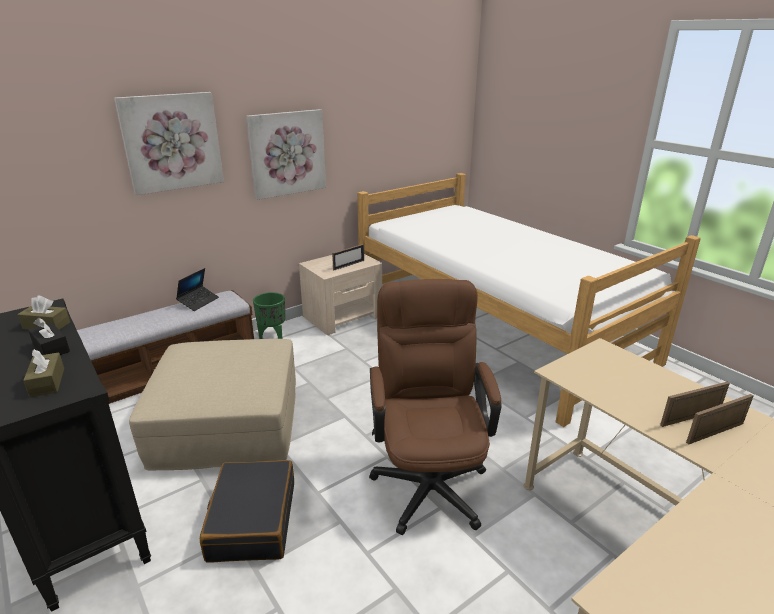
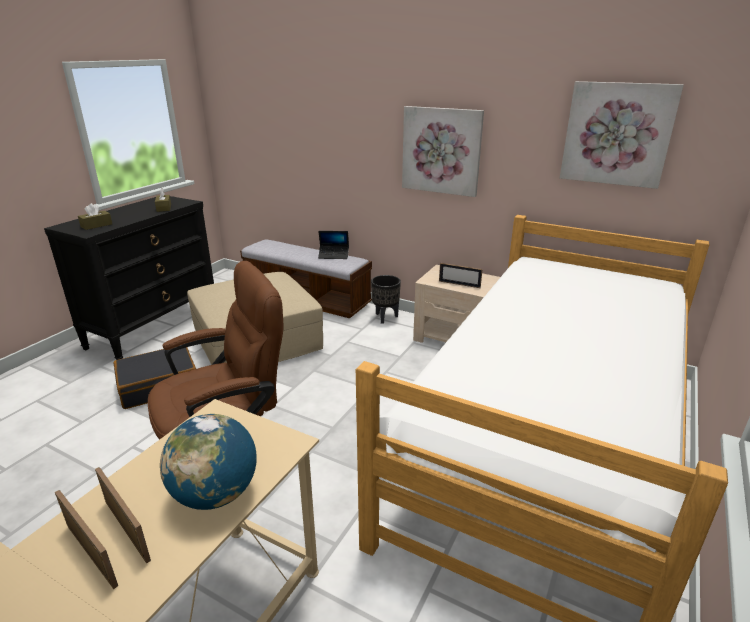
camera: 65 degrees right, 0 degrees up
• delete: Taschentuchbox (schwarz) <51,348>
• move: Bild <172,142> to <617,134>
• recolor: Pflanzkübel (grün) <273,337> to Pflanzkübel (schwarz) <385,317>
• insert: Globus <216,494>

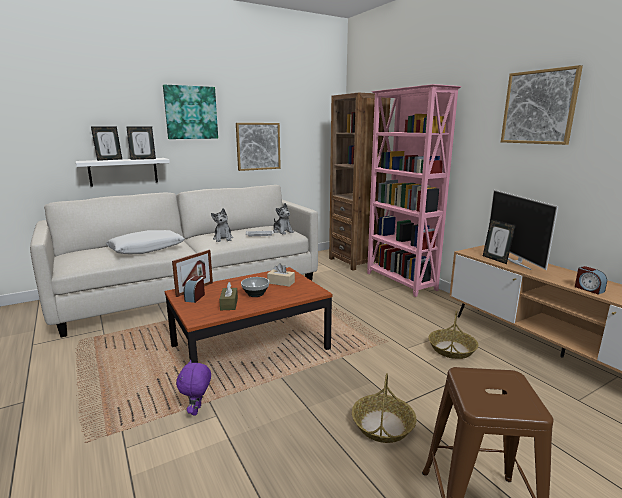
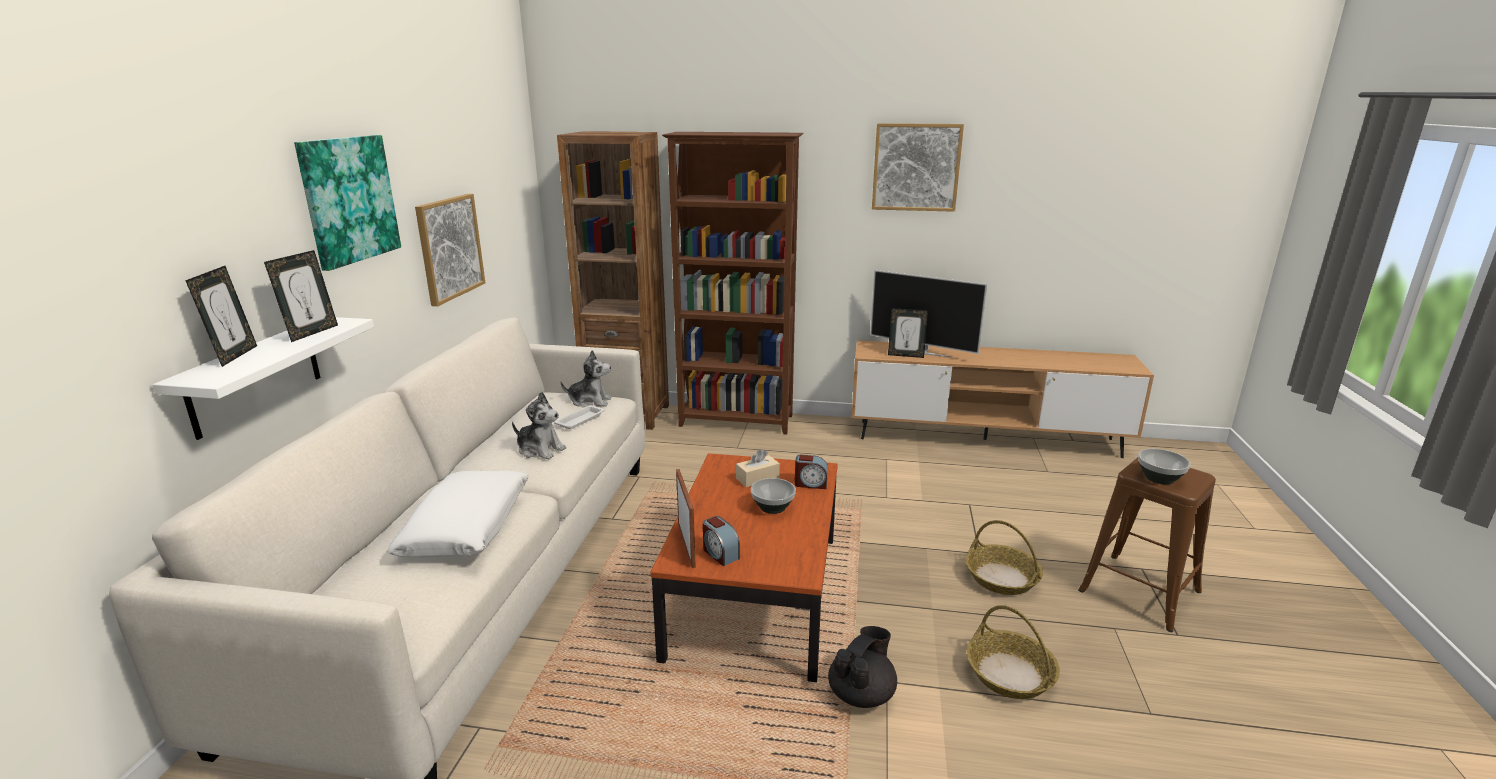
camera: 50 degrees left, 5 degrees up
• replace: Plüschtier (lila) <197,410> to Teekanne (schwarz) <862,694>
• delete: Taschentuchbox (braun) <229,304>
• recolor: Bücherregal (rosa) <400,282> to Bücherregal (braun) <737,421>
• move: Korb <452,349> to <1010,674>
• move: Wecker <588,289> to <810,484>
• insert: Schüssel <1159,478>

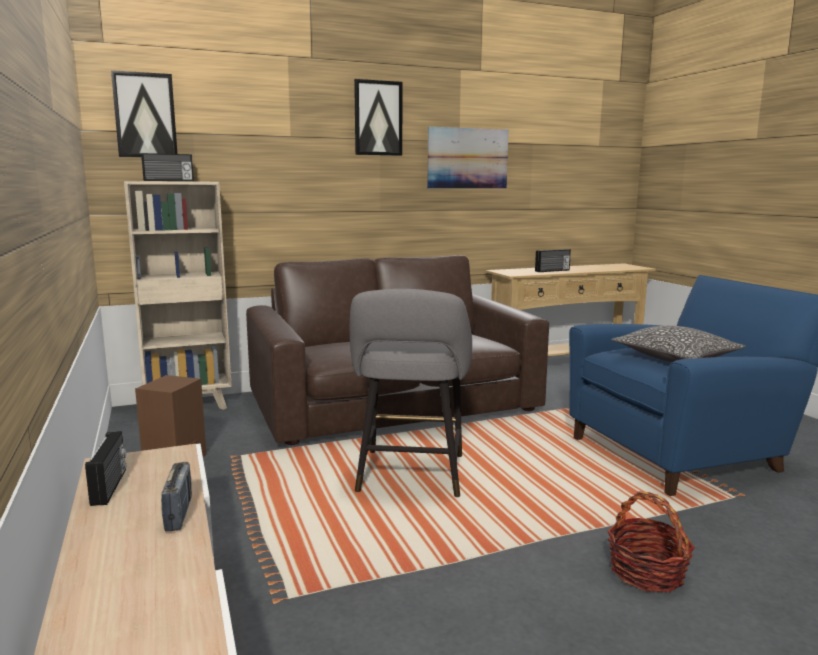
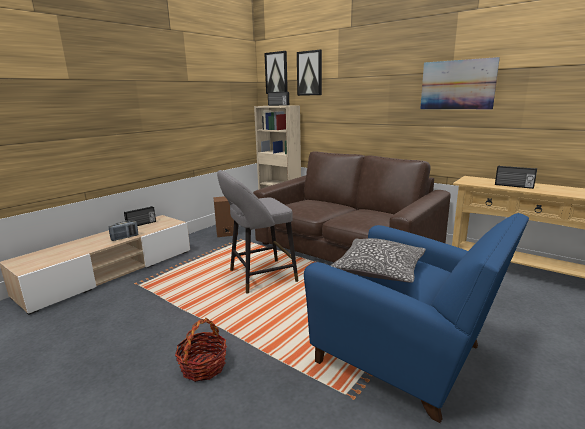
camera: 60 degrees right, 5 degrees up
• move: Bild <378,118> to <309,73>

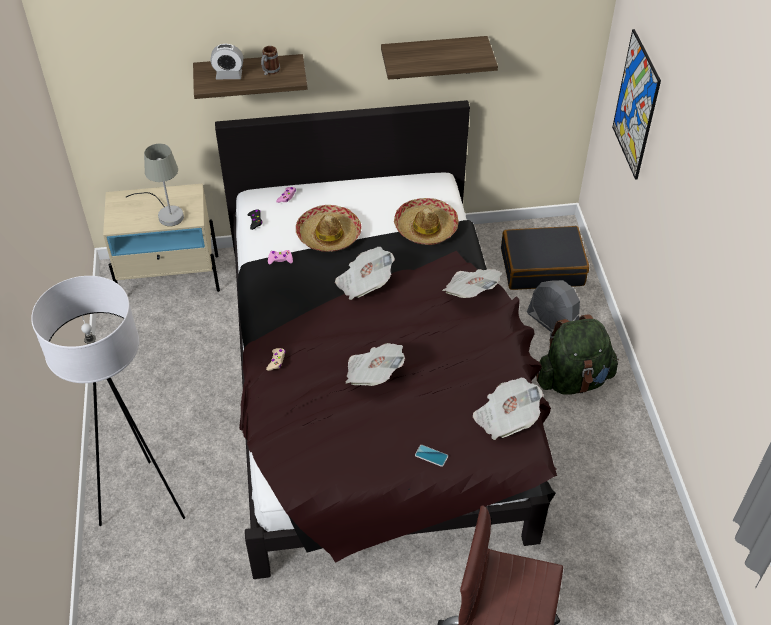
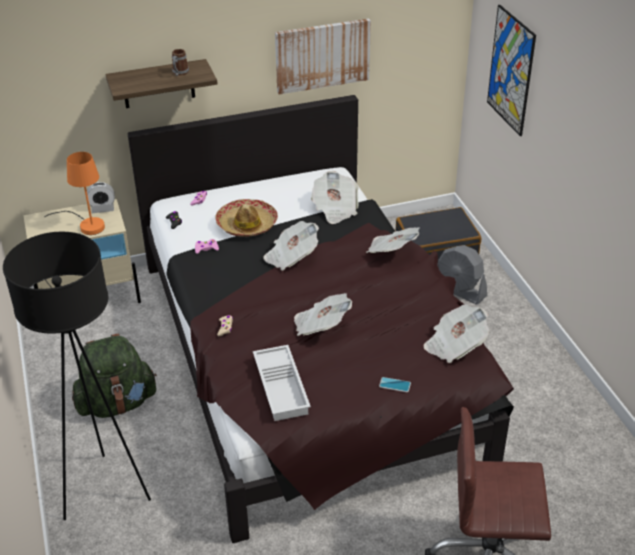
camera: 10 degrees left, 10 degrees down
• recolor: Stehlampe (weiß) <143,501> to Stehlampe (schwarz) <104,491>
• recolor: Tischlampe (grau) <166,213> to Tischlampe (orange) <87,225>
• move: Wecker <229,75> to <102,209>
• replace: Wandregal <433,57> to Bild <322,55>
• replace: Hut <426,228> to Zeitung <335,209>
• move: Rucksack (grün) <573,380> to <117,403>
• insert: Tablett (weiß) <282,387>

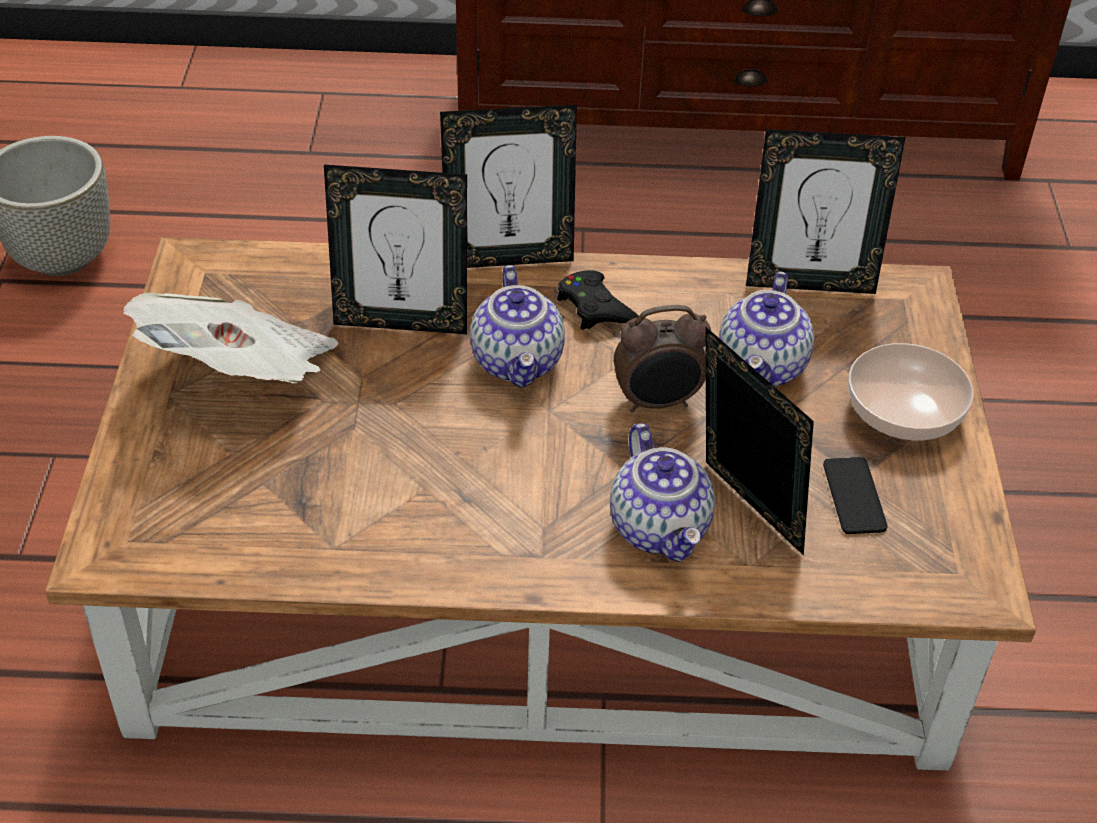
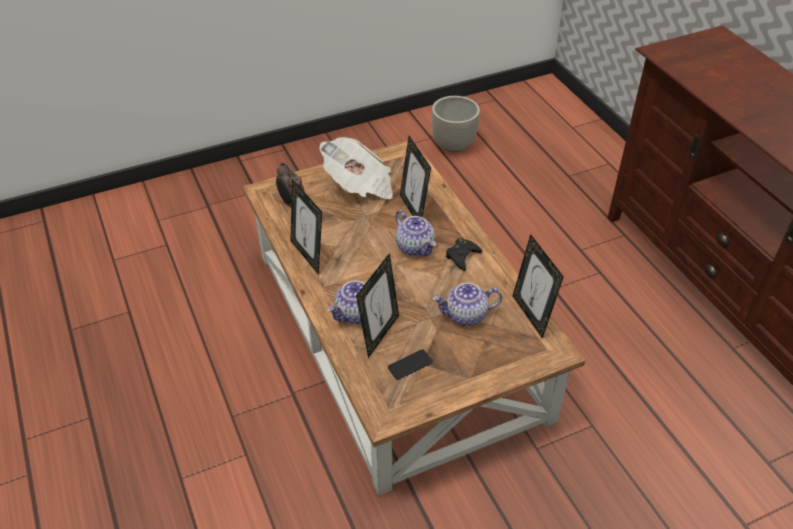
camera: 65 degrees right, 0 degrees up
• move: Bilderrahmen <509,258> to <308,255>
• rotate: Teekanne <519,362> = <415,247> 90 degrees counterclockwise
• move: Wecker <658,402> to <291,204>
• delete: Schüssel <901,412>

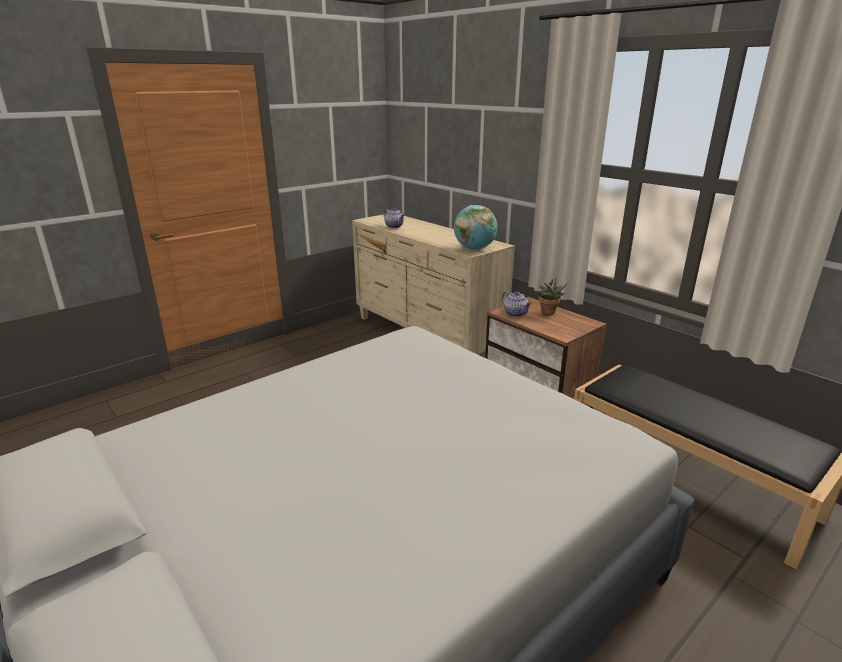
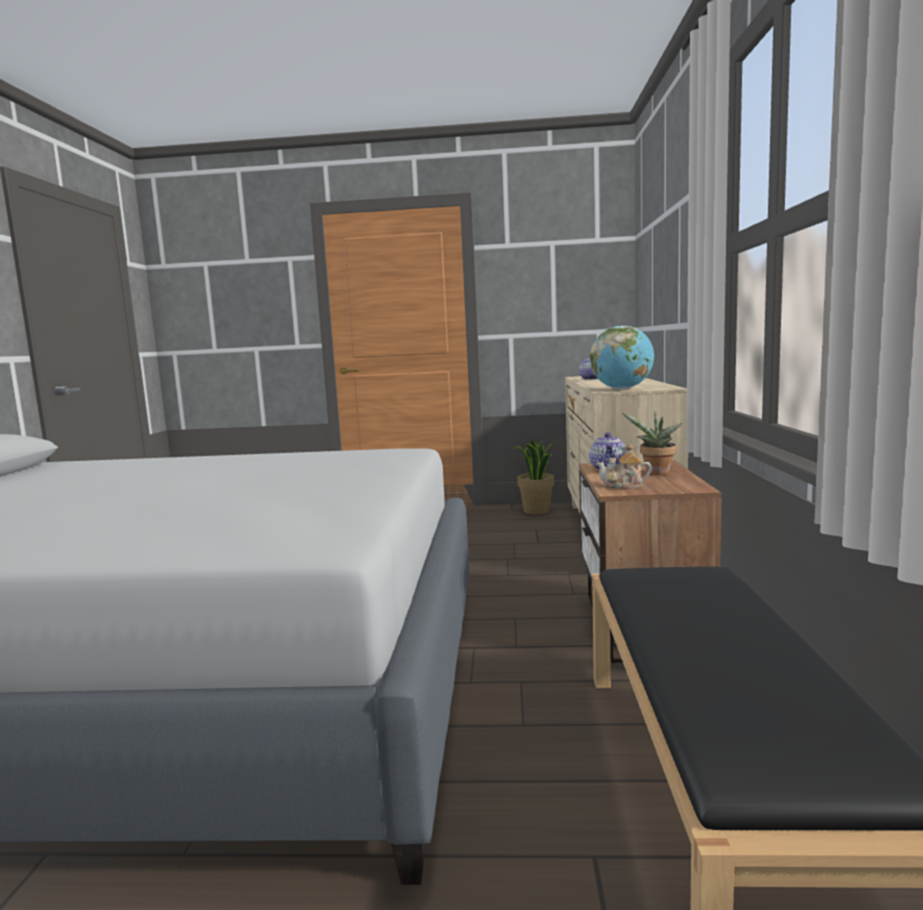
camera: 45 degrees right, 15 degrees down
• insert: Topfpflanze <536,511>
• insert: Teekanne <623,486>

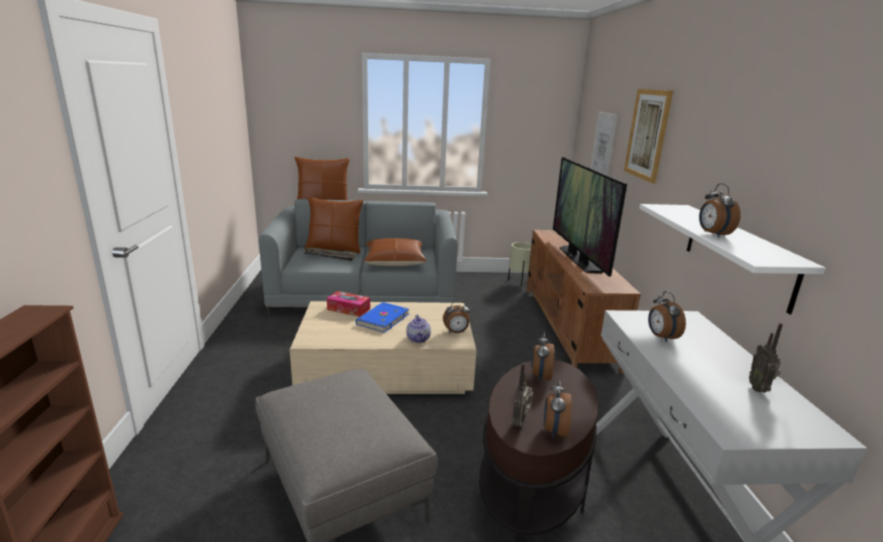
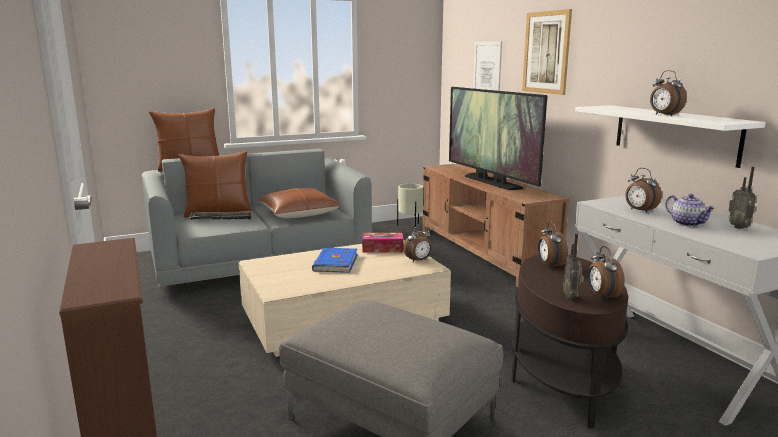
camera: 20 degrees left, 5 degrees down
• move: Taschentuchbox <348,309> to <382,249>
• move: Teekanne <418,339> to <687,223>

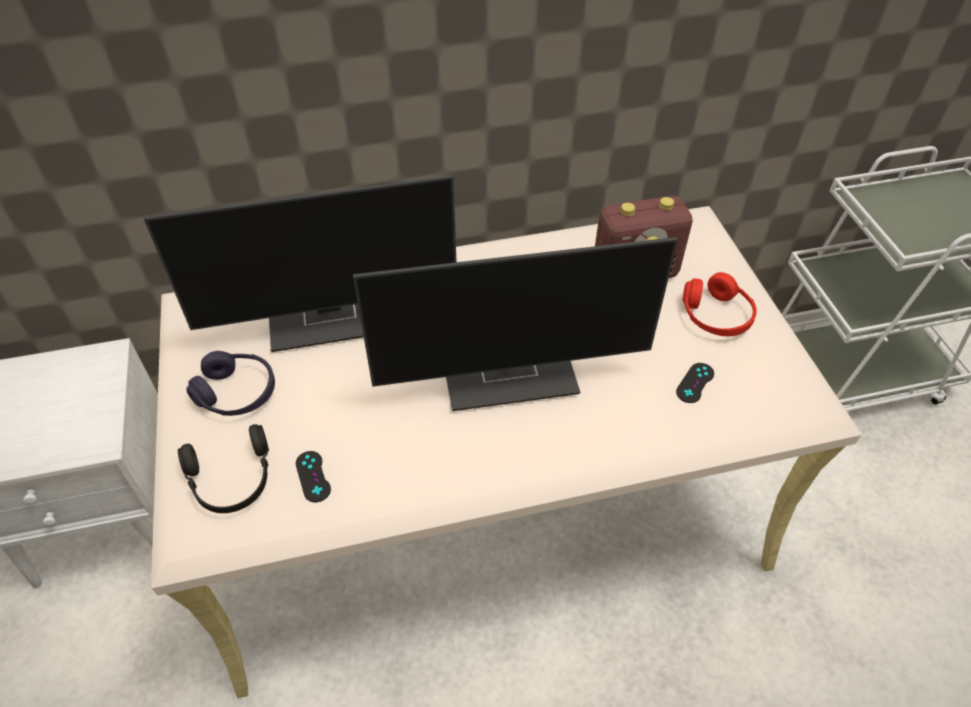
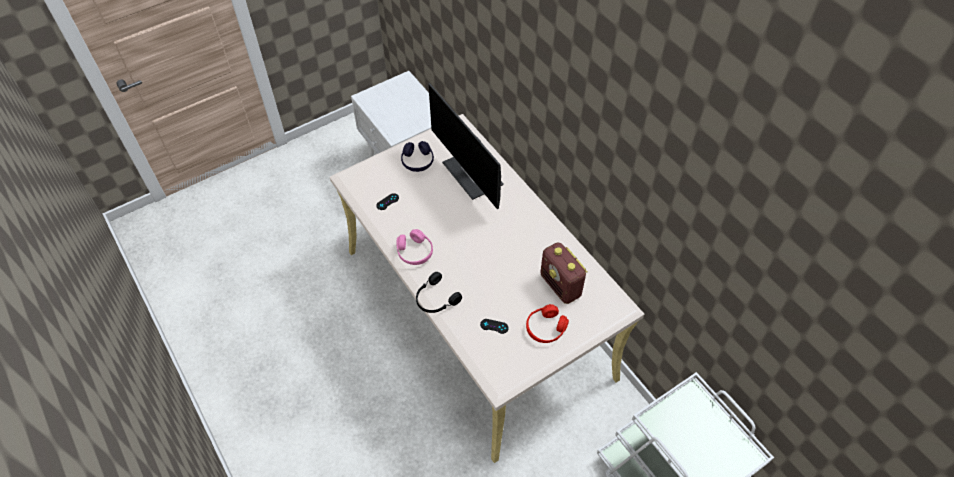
camera: 70 degrees right, 5 degrees up
• move: Kopfhörer (schwarz) <232,480> to <435,299>
• delete: Monitor <511,372>
• insert: Kopfhörer (rosa) <415,252>

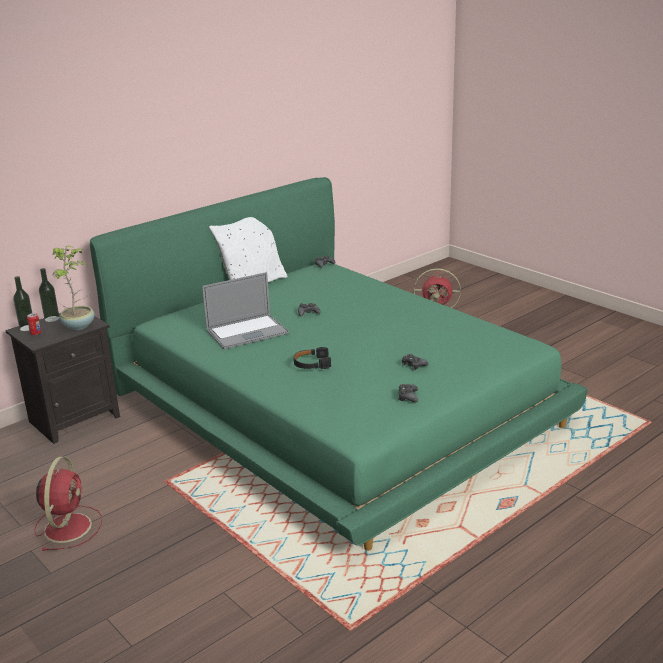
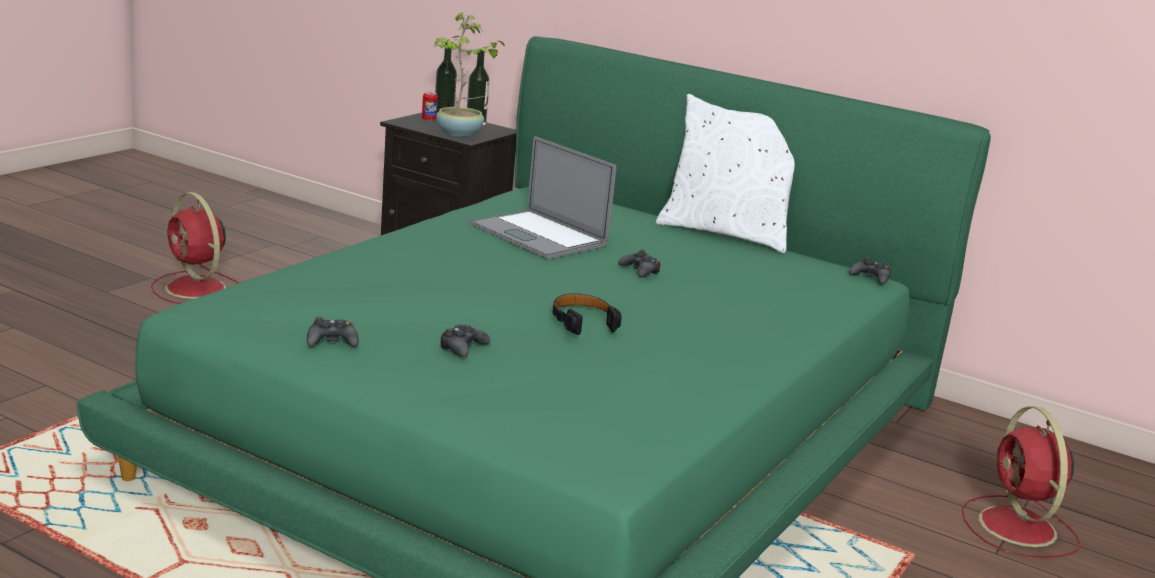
camera: 70 degrees right, 5 degrees down
• rotate: Ventilator (rot) <68,526> = <197,289> 60 degrees clockwise
• move: Kopfhörer (schwarz) <312,363> to <582,321>

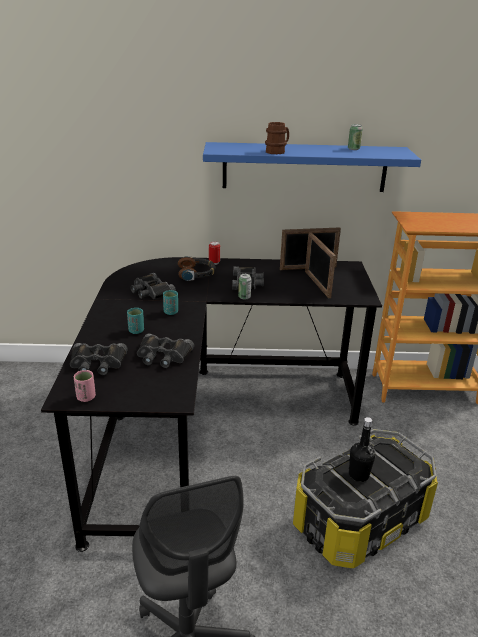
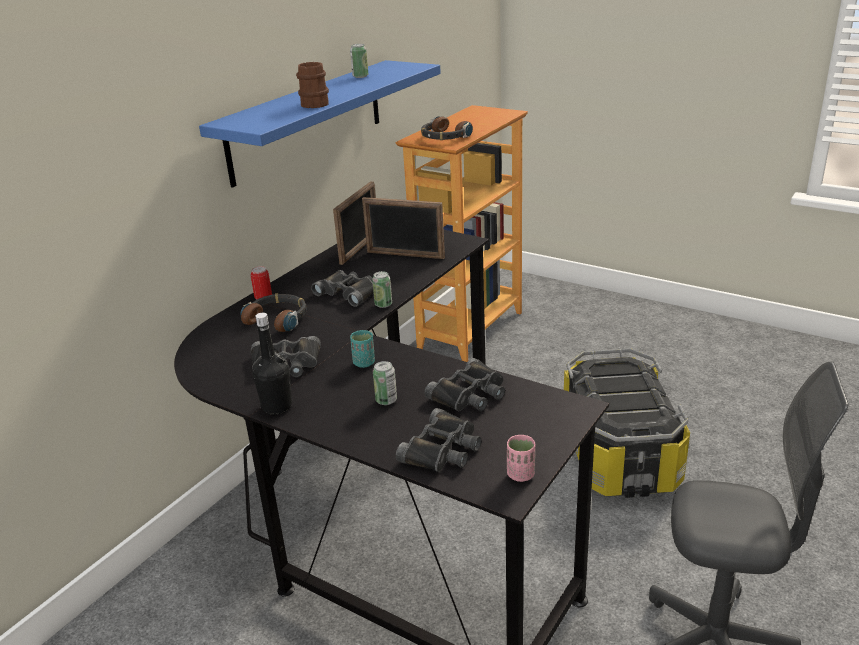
camera: 55 degrees left, 0 degrees up
• replace: Tasse (türkis) <136,331> to Dose <386,400>
• move: Flasche (schwarz) <358,475> to <277,406>
• insert: Kopfhörer <444,137>

